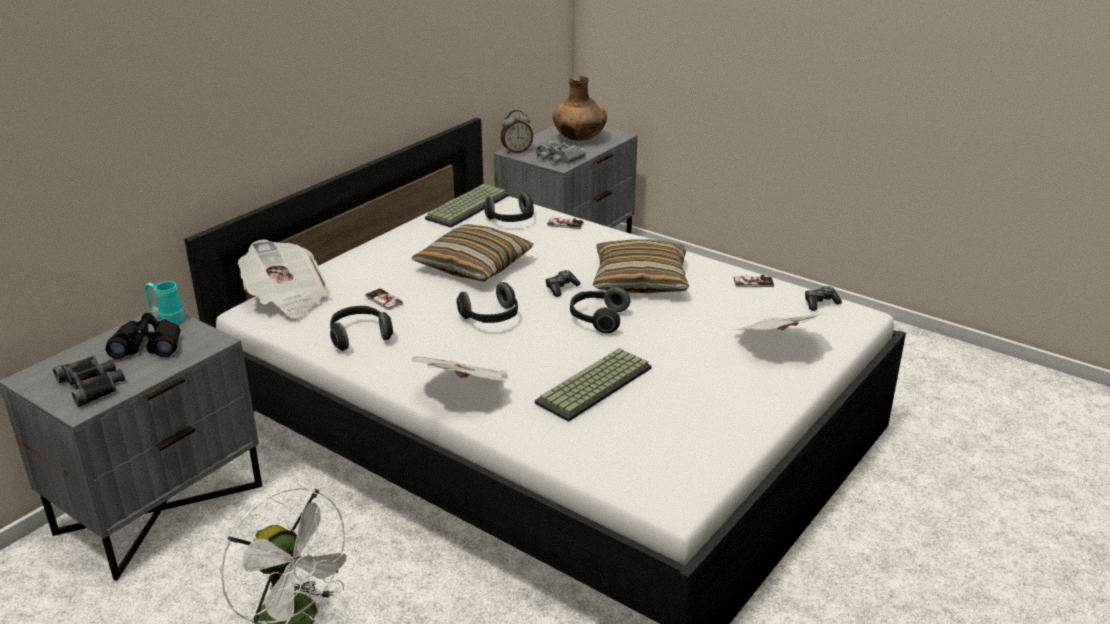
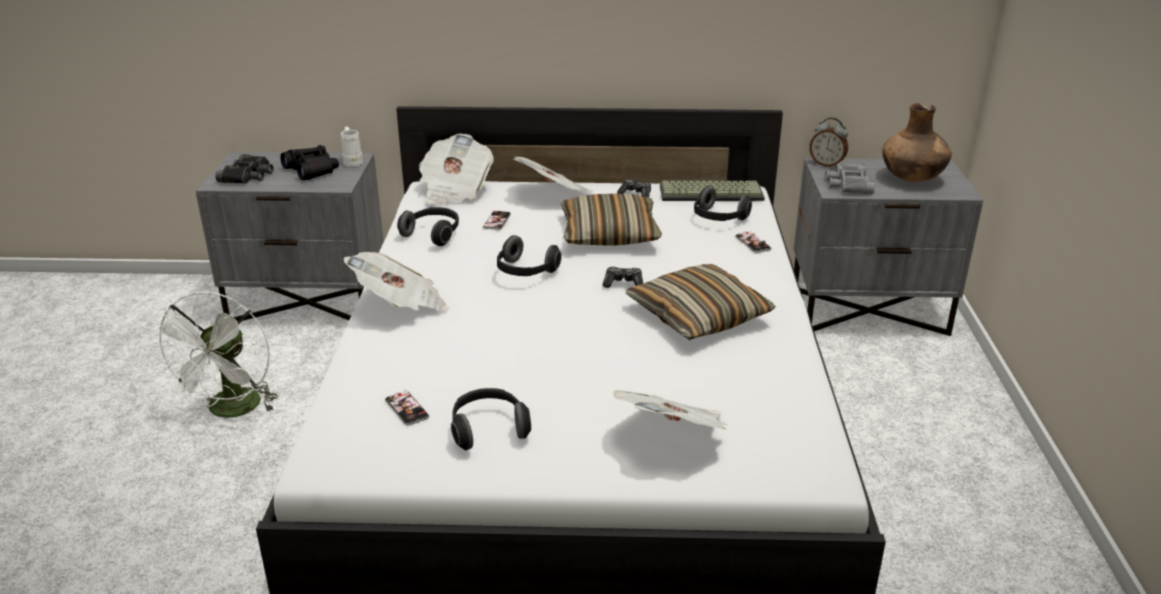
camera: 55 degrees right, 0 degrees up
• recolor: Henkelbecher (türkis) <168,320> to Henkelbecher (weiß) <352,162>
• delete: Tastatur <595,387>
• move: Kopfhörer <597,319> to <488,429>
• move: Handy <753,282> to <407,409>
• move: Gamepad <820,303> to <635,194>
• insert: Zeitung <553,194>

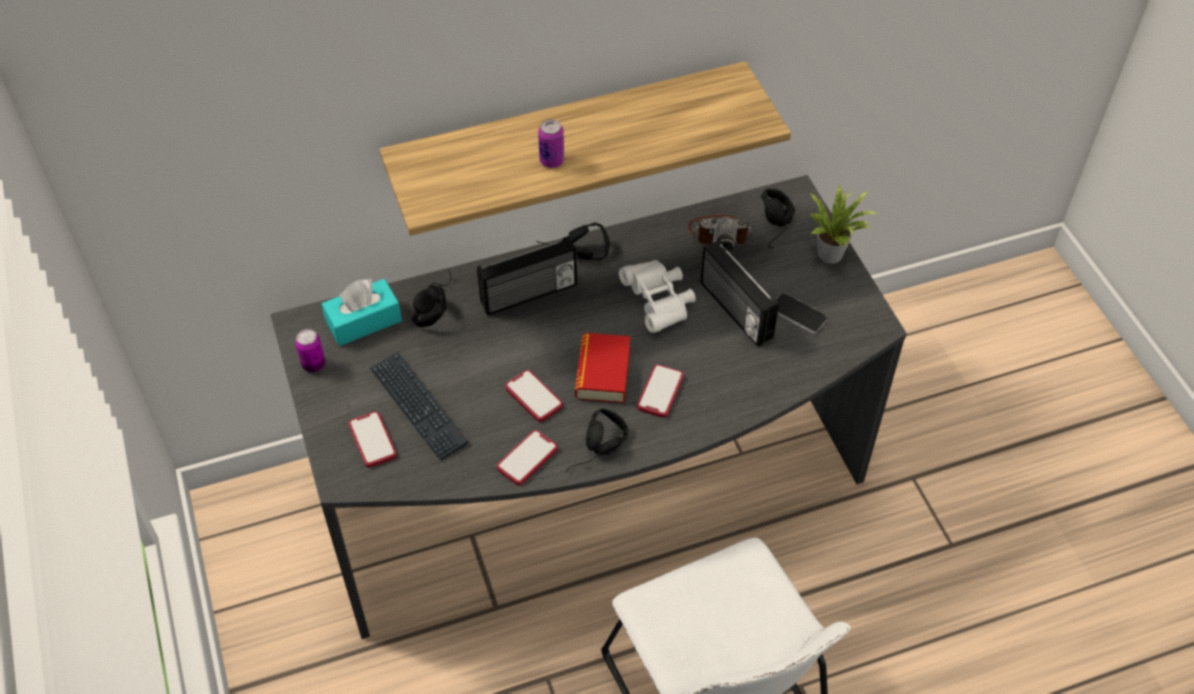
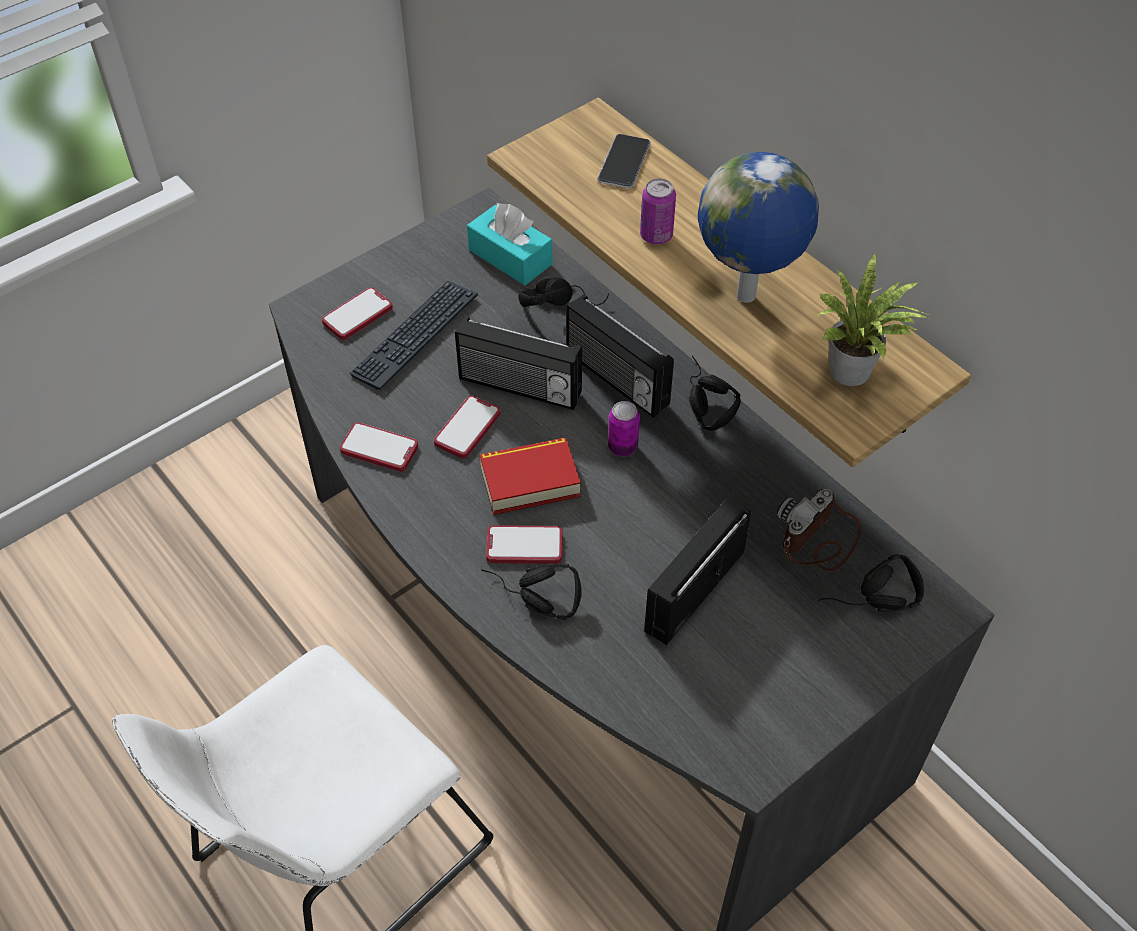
camera: 70 degrees right, 0 degrees up
• move: Dose <314,365> to <622,447>
• move: Kopfhörer (schwarz) <599,454> to <529,599>
• delete: Fernglas (weiß) <659,303>
• rotate: Kamera <719,233> = <819,539> 60 degrees clockwise
• move: Handy <798,314> to <624,162>
• move: Topfpflanze <833,253> to <854,374>
• insert: Radio <519,388>
• insert: Globus <747,297>

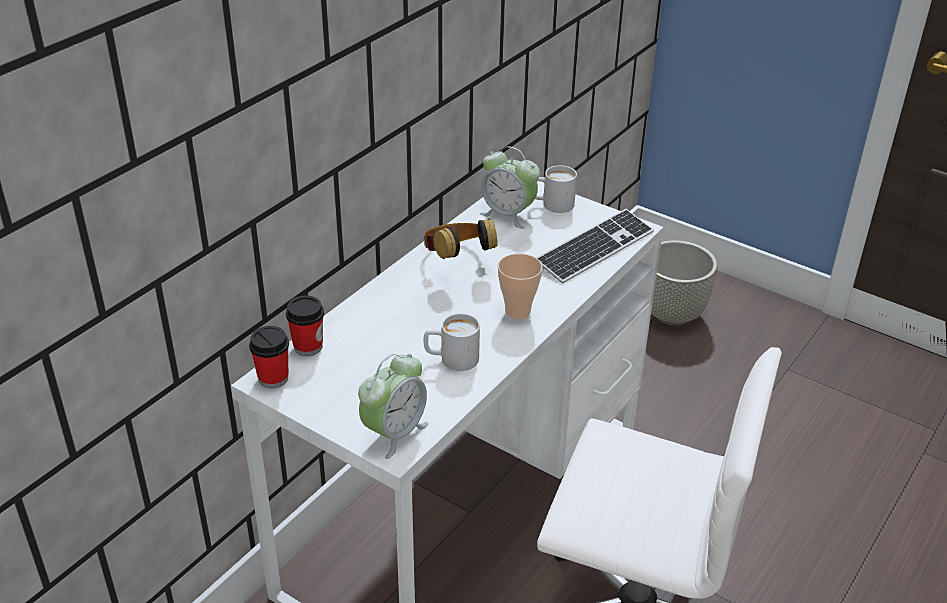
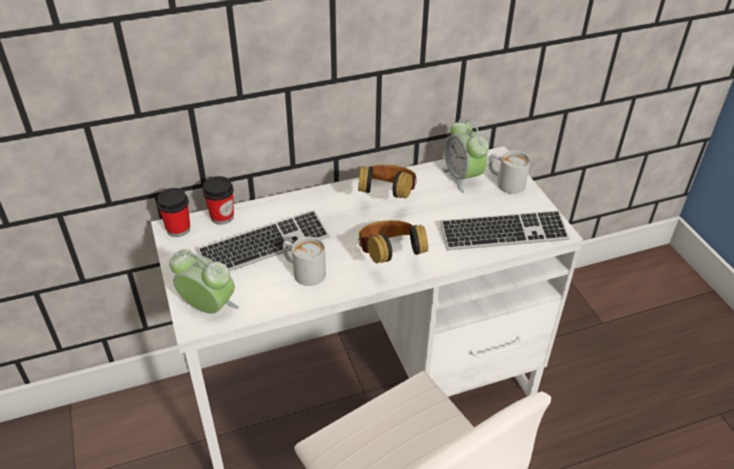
camera: 35 degrees right, 5 degrees up
• rotate: Wecker <394,433> = <208,308> 135 degrees counterclockwise
• replace: Tasse <517,312> to Kopfhörer <389,257>
• delete: Pflanzkübel (grau) <672,314>
• insert: Tastatur <264,245>

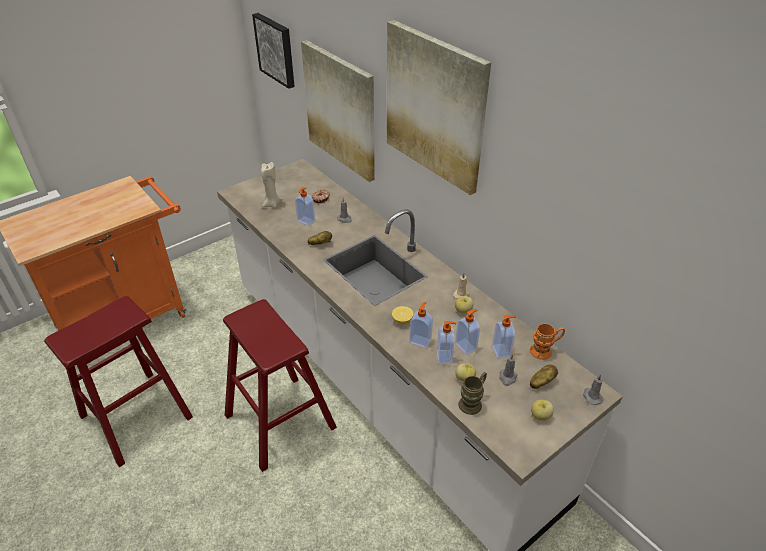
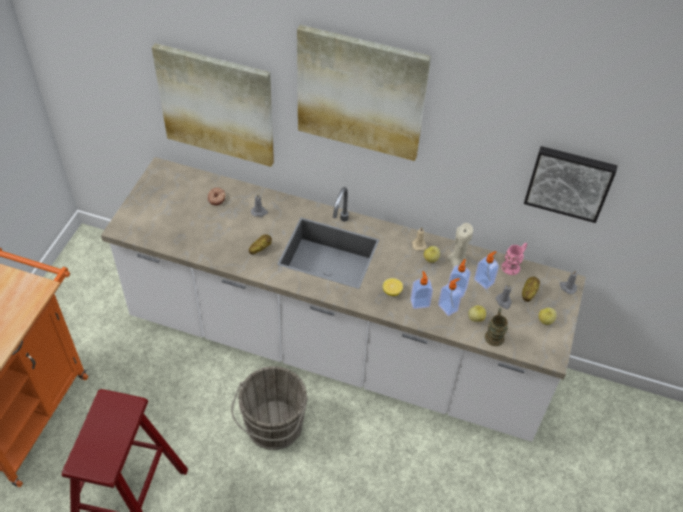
camera: 35 degrees left, 10 degrees up
• replace: Hocker (rot) <280,421> to Eimer (grau) <272,428>
• move: Bild <276,49> to <569,182>
• move: Kerze (beige) <272,204> to <457,261>
• delete: Seifenspender <305,221>
• recolor: Henkelbecher (orange) <545,350> to Henkelbecher (rosa) <513,265>

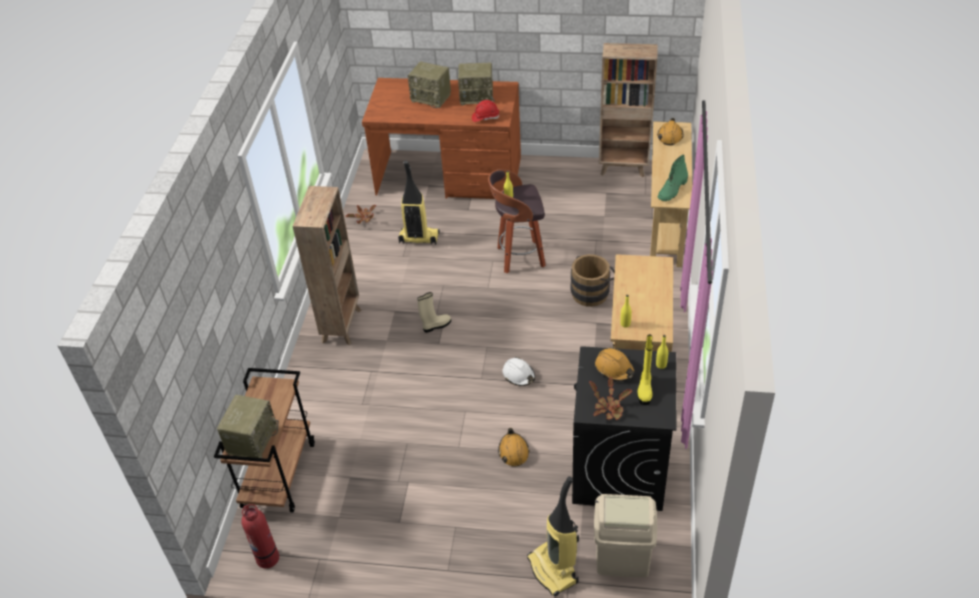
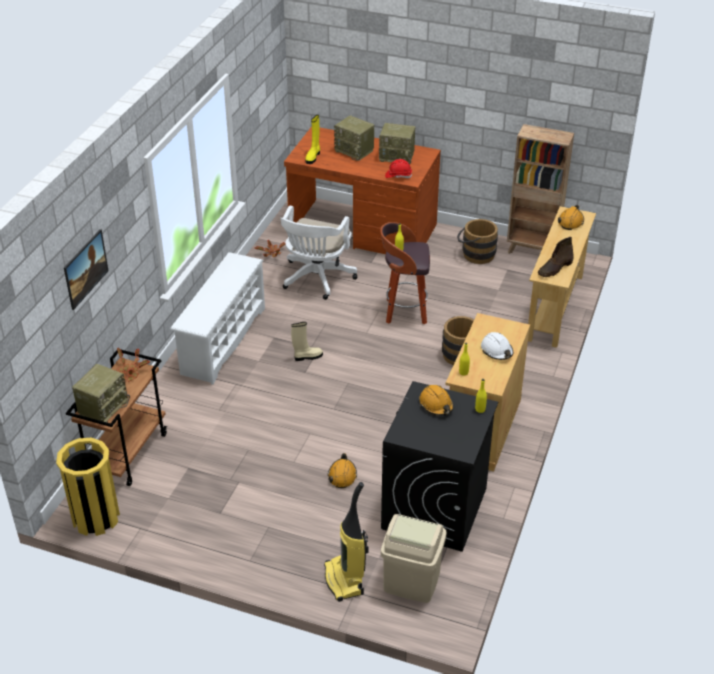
camera: 10 degrees right, 5 degrees down
• replace: Feuerlöscher <267,557> to Mülleimer (gelb) <96,518>
• replace: Bücherregal (braun) <342,325> to Schuhregal (weiß) <222,340>
• replace: Staubsauger <418,238> to Bürostuhl (weiß) <316,279>
• move: Schutzhelm (weiß) <519,375> to <497,351>
• move: Topfpflanze <609,407> to <129,372>
• move: Stiefel (gelb) <645,389> to <313,157>
• recolor: Stiefel (grün) <672,190> to Stiefel (braun) <555,269>
• insert: Bild <87,279>
• insert: Eimer (braun) <475,254>

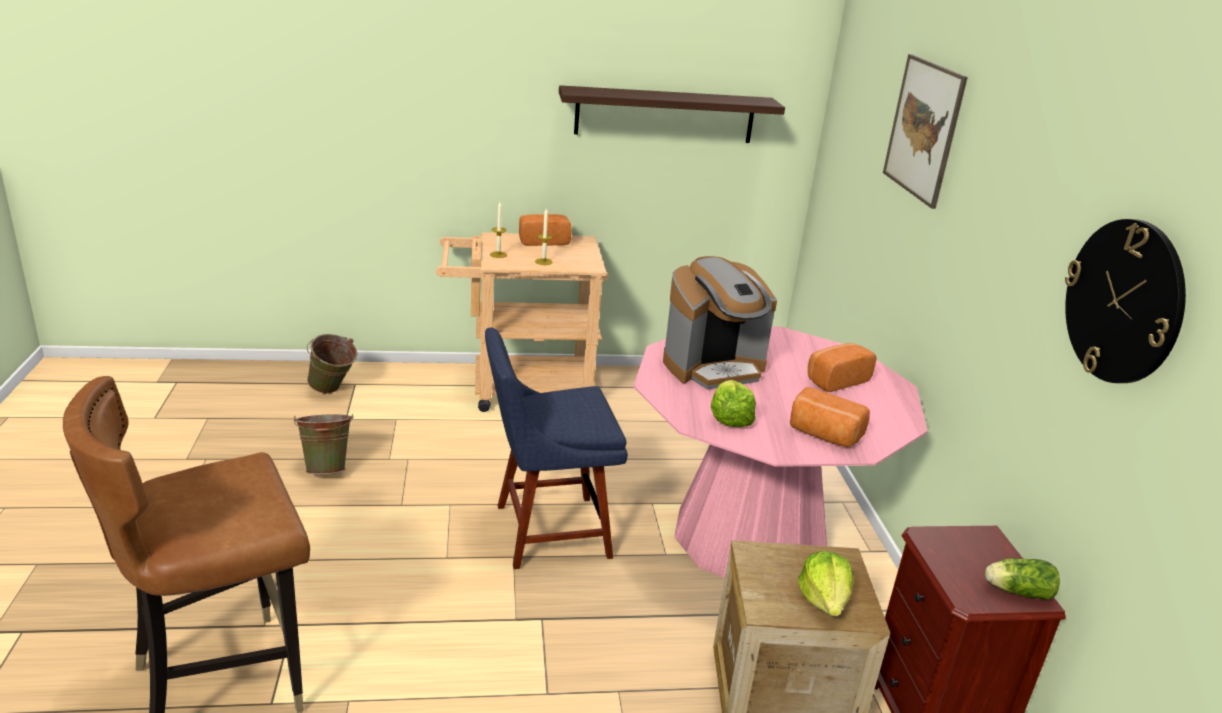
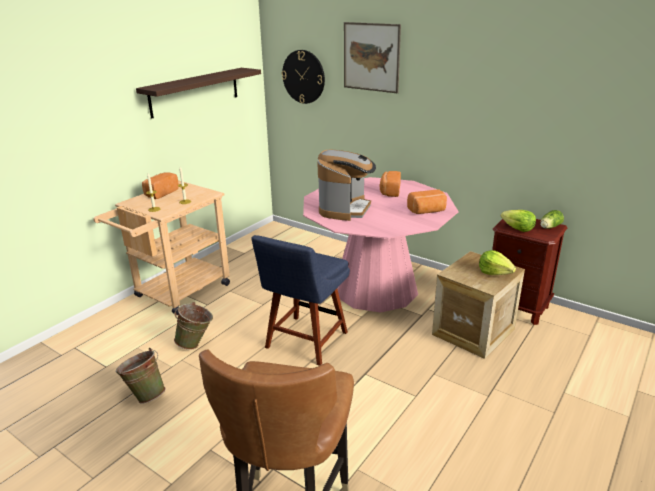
camera: 45 degrees left, 0 degrees up
• move: Eimer (grün) <333,391> to <196,344>
• move: Salatkopf <729,418> to <518,229>
• move: Wanduhr <1123,301> to <303,77>

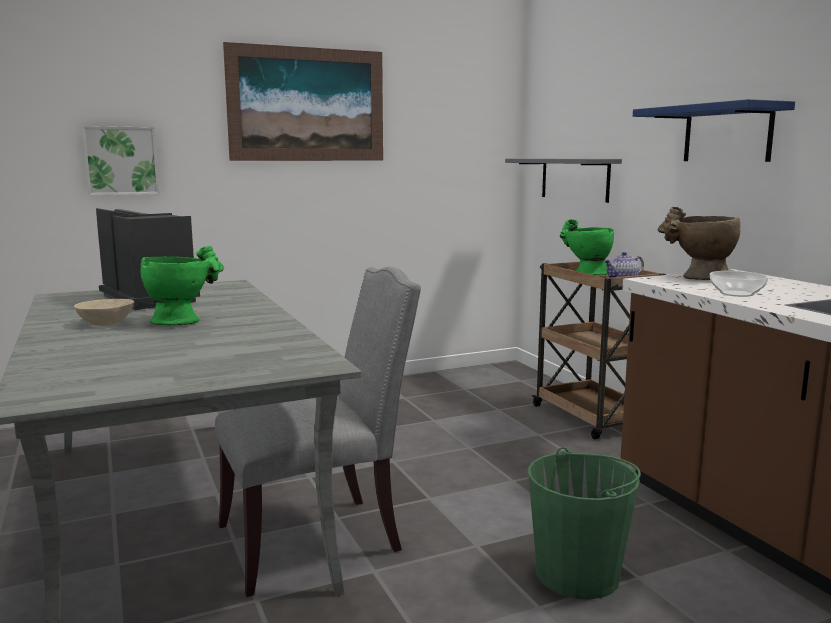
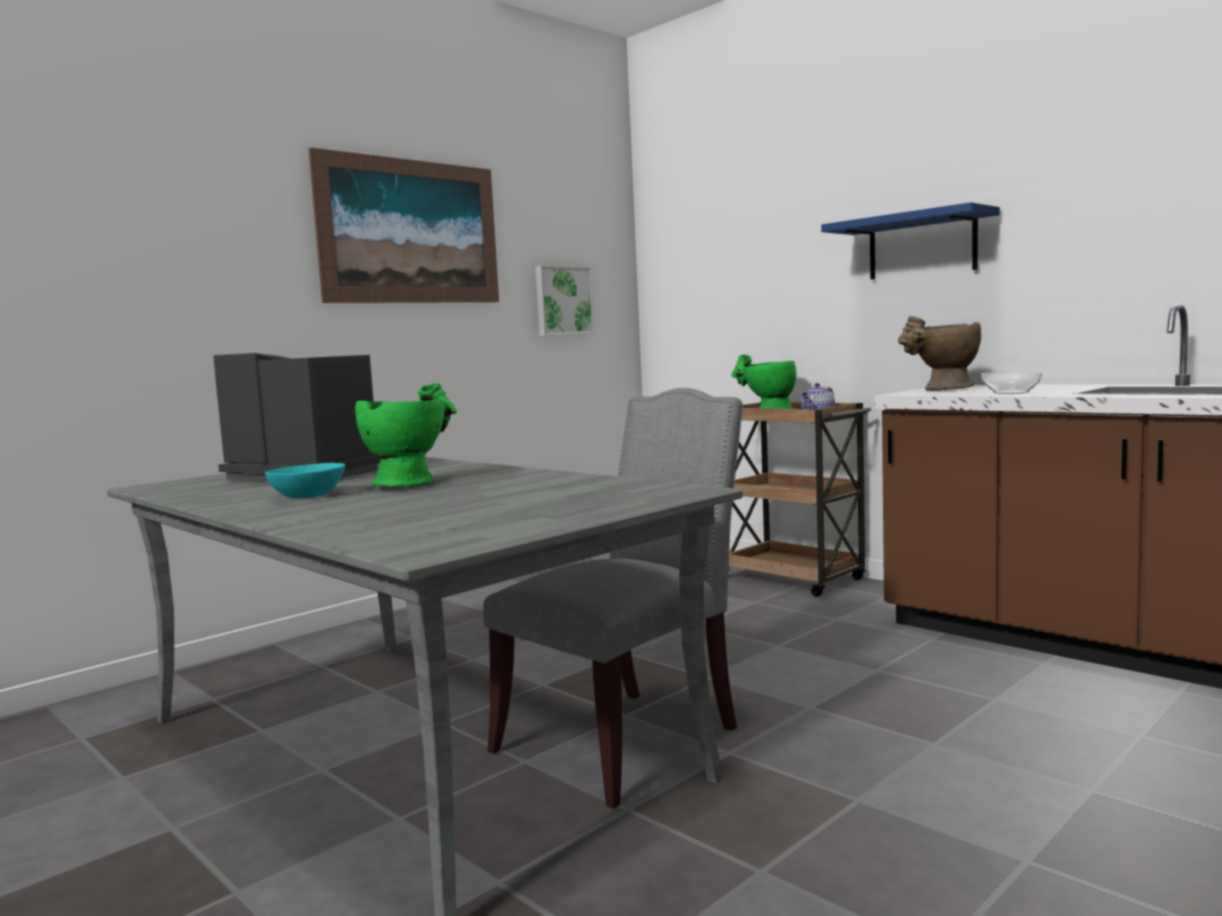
camera: 20 degrees left, 5 degrees down
• recolor: Schüssel (beige) <106,323> to Schüssel (türkis) <308,496>
• move: Bild <121,161> to <563,301>
• delete: Wandregal (grau) <574,179>
• delete: Eimer (grün) <578,574>

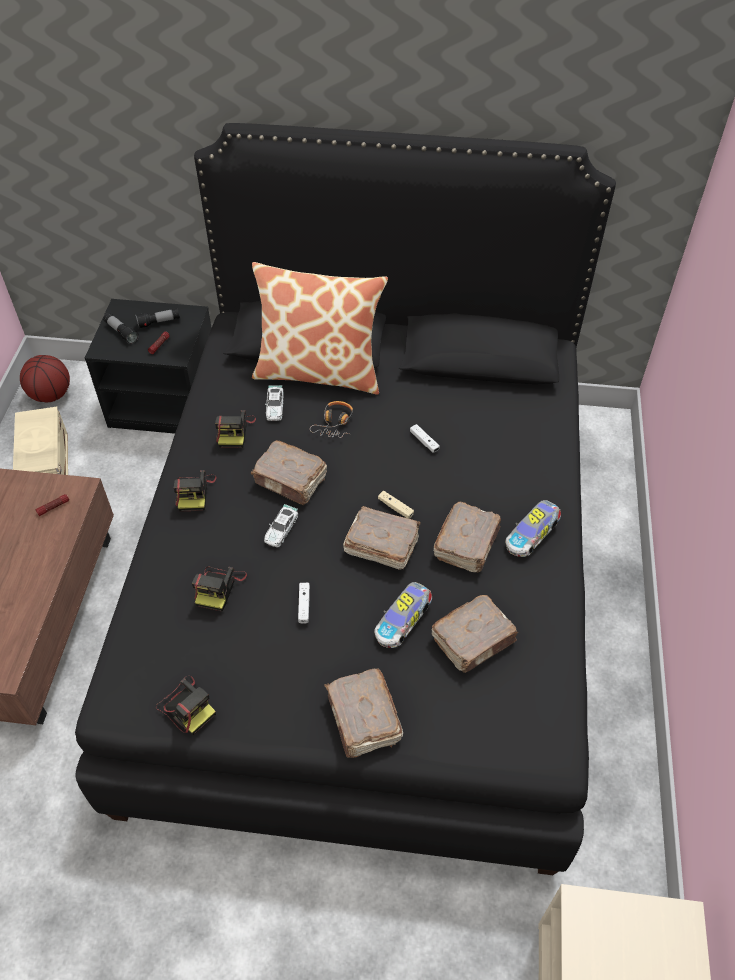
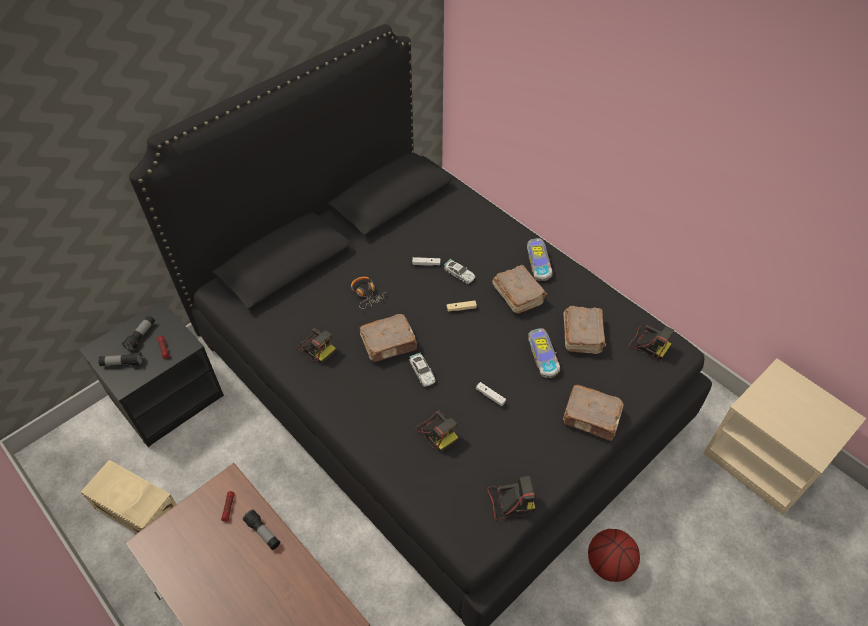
camera: 50 degrees left, 0 degrees up
• move: Basketball <50,395> to <609,564>
• move: Kamera <194,492> to <648,344>
• delete: Kissen <319,372>
• move: Spielzeugauto <275,407> to <459,274>
• delete: Buch (braun) <380,545>
• insert: Taschenlampe <263,533>

